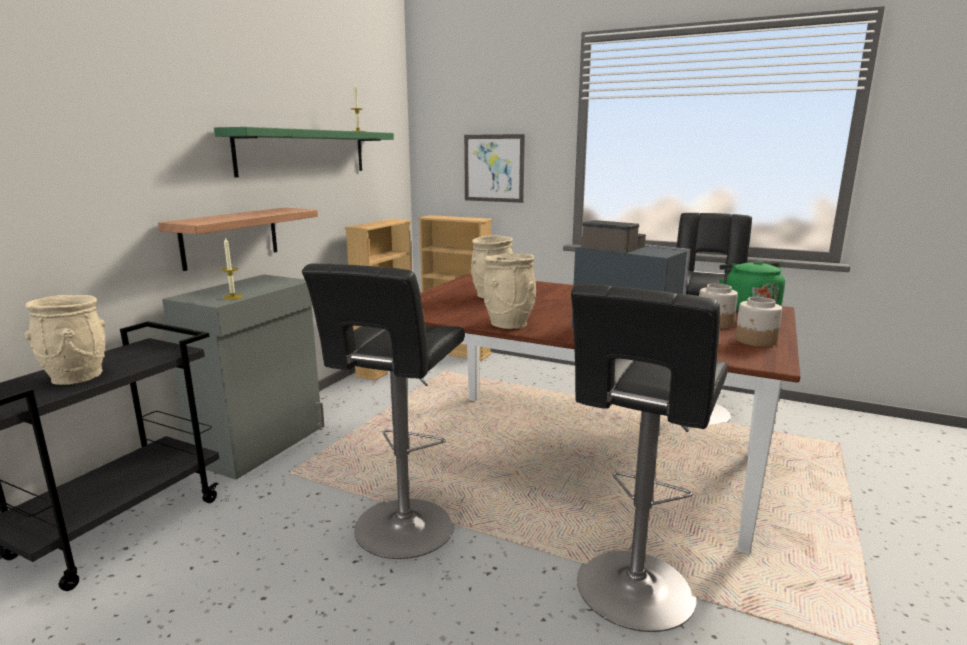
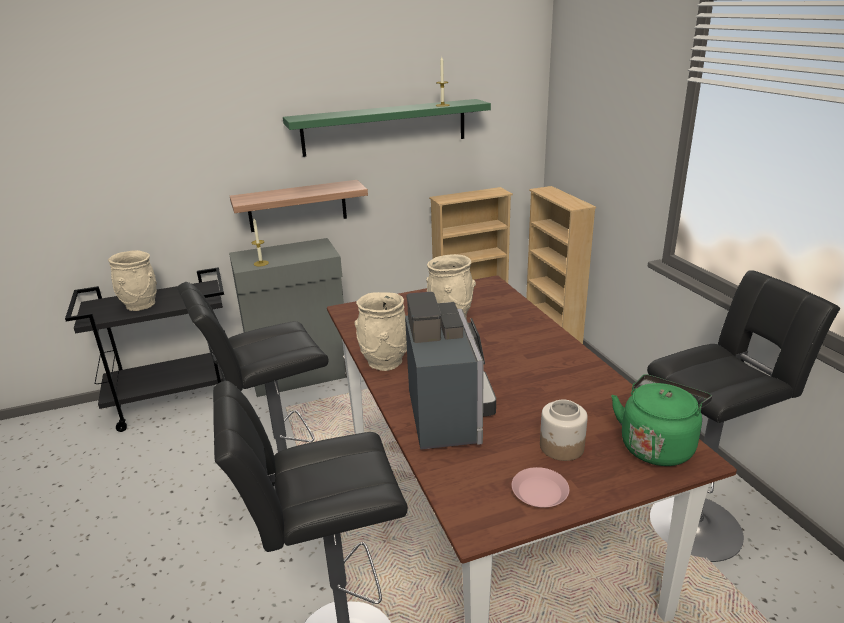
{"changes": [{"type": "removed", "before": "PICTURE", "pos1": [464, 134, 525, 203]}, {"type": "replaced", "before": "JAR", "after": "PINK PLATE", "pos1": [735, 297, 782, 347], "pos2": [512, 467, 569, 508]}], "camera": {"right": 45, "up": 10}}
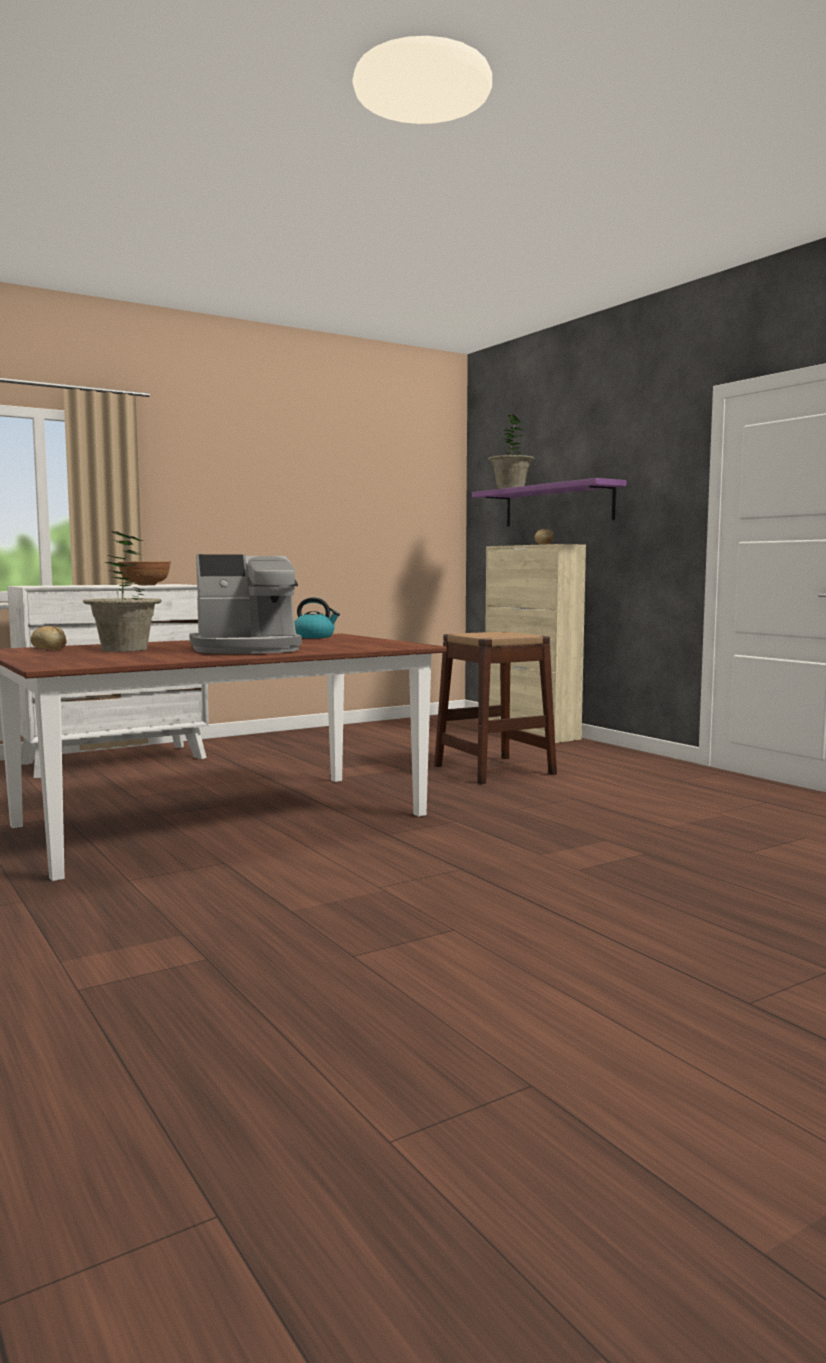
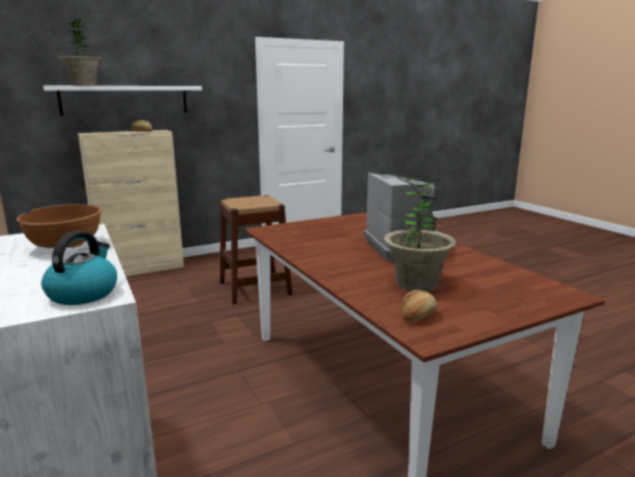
{"changes": [{"type": "recoloured", "before": "PURPLE SHELF", "after": "WHITE SHELF", "pos1": [472, 478, 626, 526], "pos2": [43, 86, 202, 116]}, {"type": "moved", "before": "KETTLE", "pos1": [294, 597, 340, 638], "pos2": [41, 231, 117, 305]}], "camera": {"right": -85, "up": 10}}
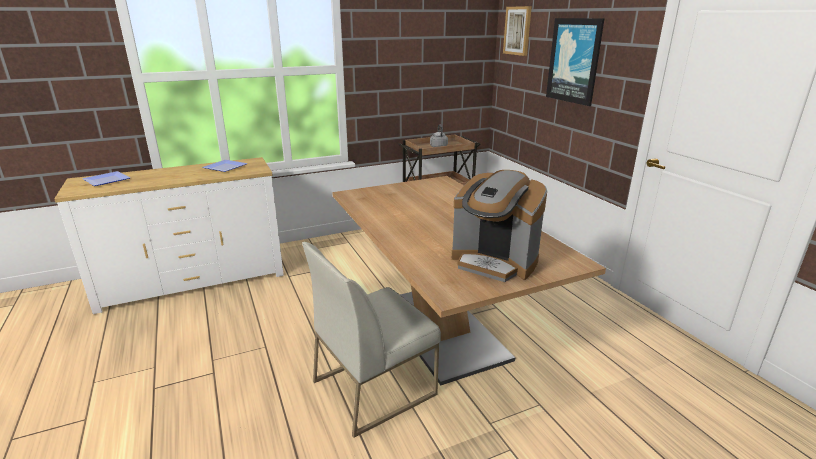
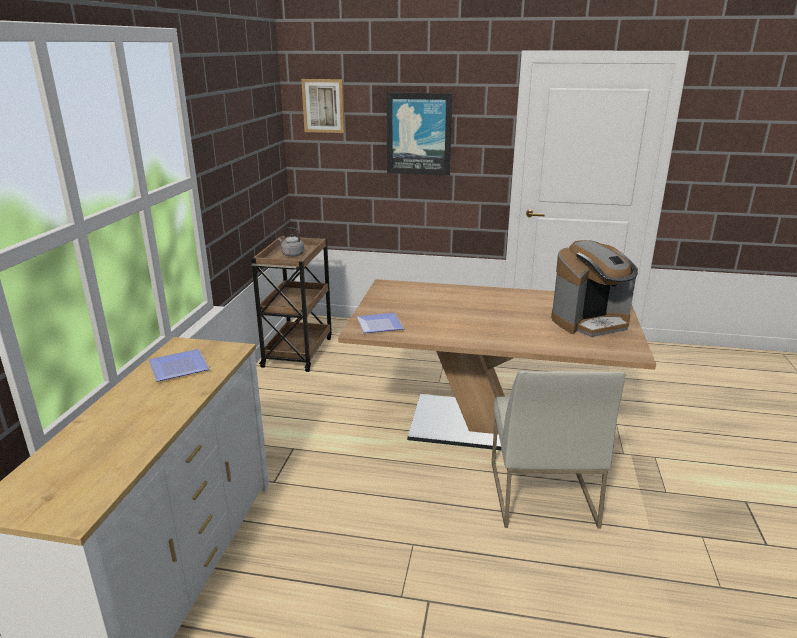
{"changes": [{"type": "moved", "before": "PLATE", "pos1": [83, 171, 130, 186], "pos2": [356, 313, 404, 333]}], "camera": {"right": -55, "up": 0}}
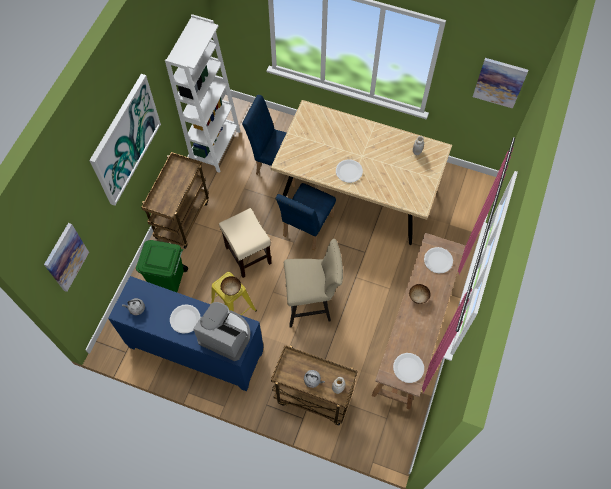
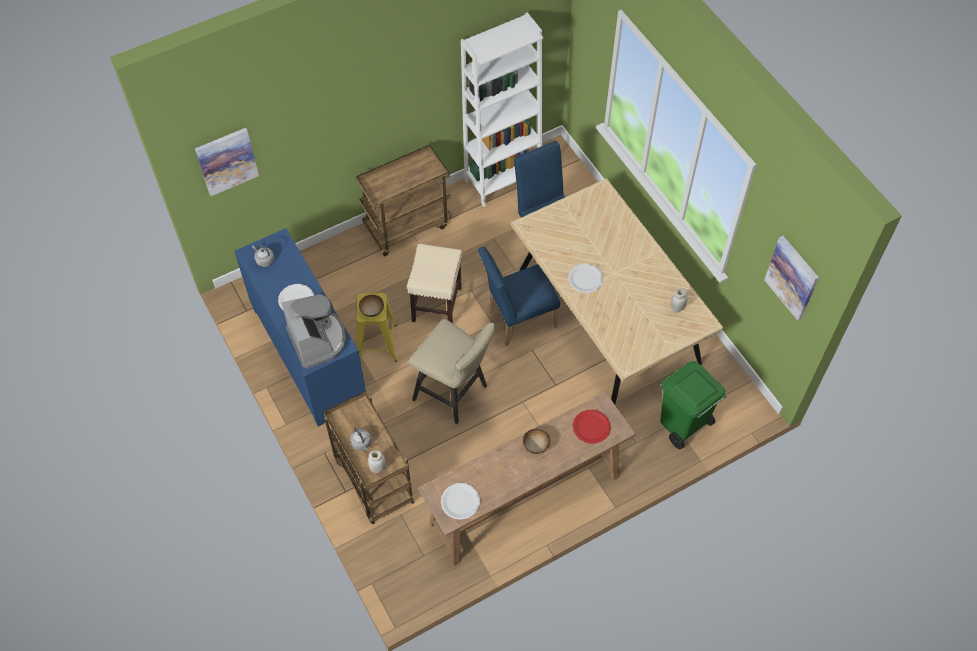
{"changes": [{"type": "removed", "before": "PICTURE", "pos1": [89, 74, 161, 206]}, {"type": "moved", "before": "GREEN TRASH CAN", "pos1": [136, 240, 188, 292], "pos2": [660, 361, 726, 449]}, {"type": "recoloured", "before": "WHITE PLATE", "after": "RED PLATE", "pos1": [424, 247, 453, 273], "pos2": [573, 410, 611, 444]}], "camera": {"right": 40, "up": -5}}
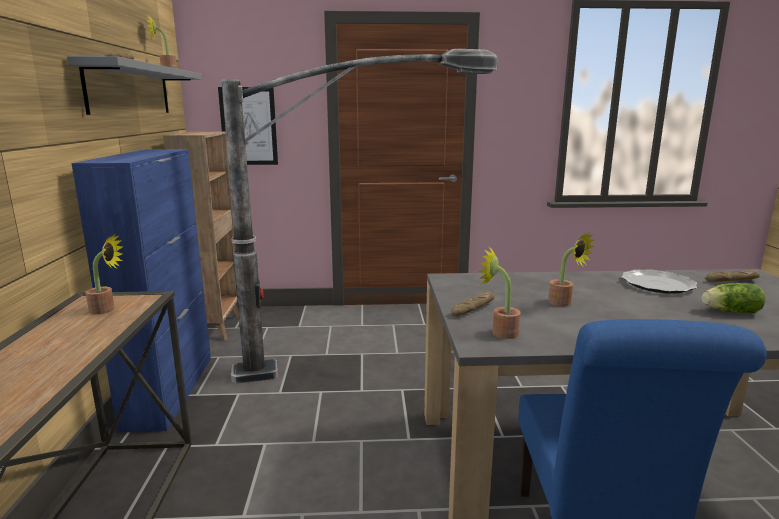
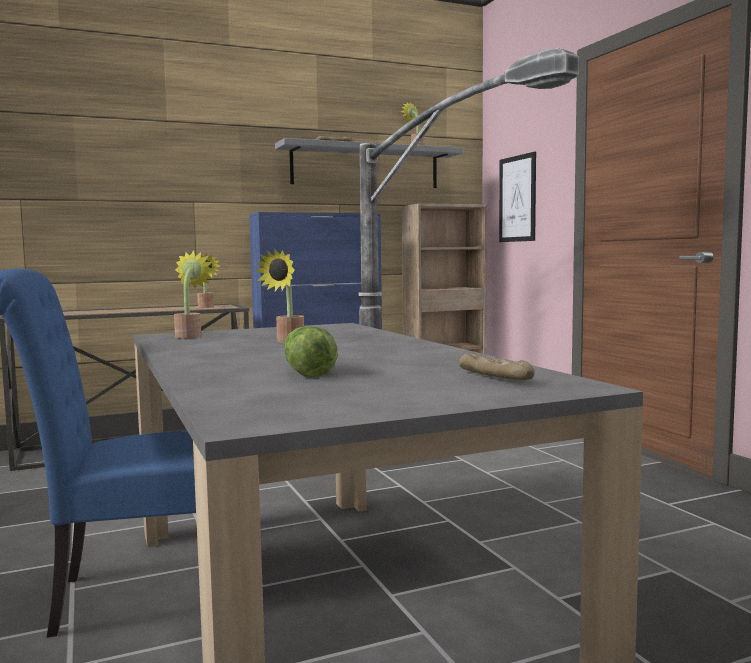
{"changes": [{"type": "removed", "before": "PLATE", "pos1": [622, 269, 697, 294]}, {"type": "removed", "before": "BREAD", "pos1": [451, 291, 495, 317]}], "camera": {"right": 70, "up": -10}}
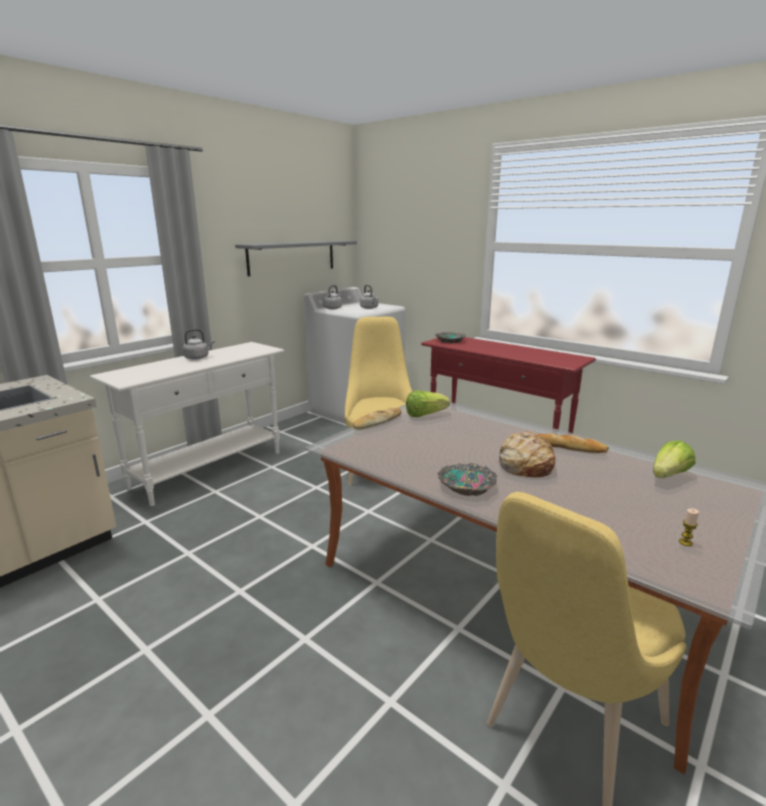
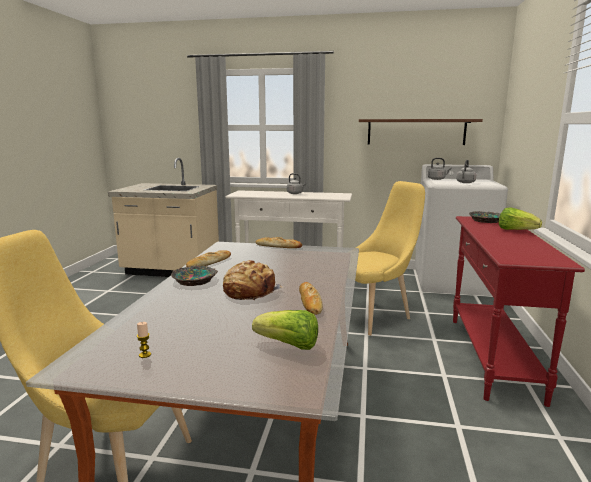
{"changes": [{"type": "recoloured", "before": "GREY SHELF", "after": "BROWN SHELF", "pos1": [235, 240, 357, 276], "pos2": [359, 119, 483, 145]}, {"type": "moved", "before": "LETTUCE", "pos1": [406, 391, 450, 417], "pos2": [498, 207, 542, 230]}, {"type": "added", "after": "BREAD", "pos2": [186, 250, 231, 267]}], "camera": {"right": 60, "up": -5}}
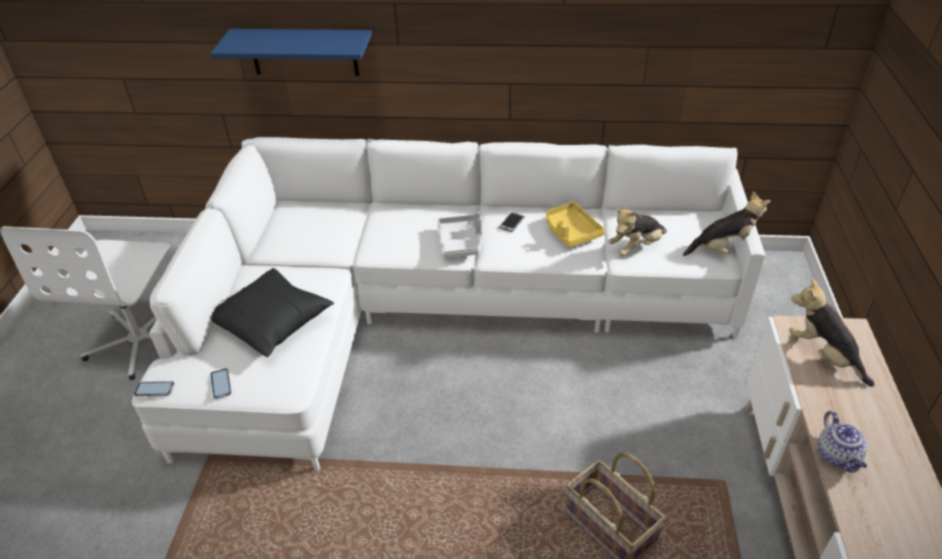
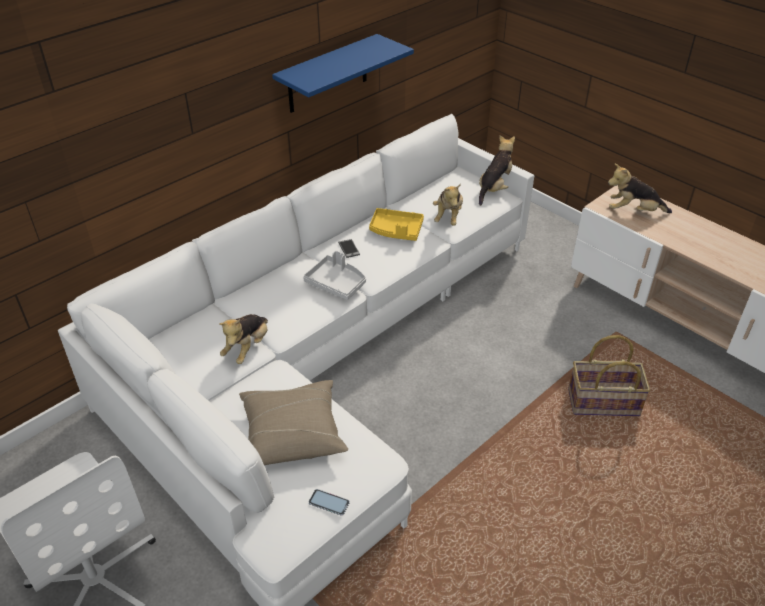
{"changes": [{"type": "moved", "before": "BLUE SHELF", "pos1": [211, 29, 372, 76], "pos2": [272, 34, 414, 113]}, {"type": "recoloured", "before": "BLACK PILLOW", "after": "BEIGE PILLOW", "pos1": [211, 268, 334, 357], "pos2": [239, 380, 348, 465]}, {"type": "removed", "before": "PHONE", "pos1": [134, 381, 174, 397]}, {"type": "removed", "before": "TEAPOT", "pos1": [818, 411, 868, 473]}, {"type": "added", "after": "PLUSH TOY", "pos2": [219, 314, 268, 364]}], "camera": {"right": -50, "up": 0}}
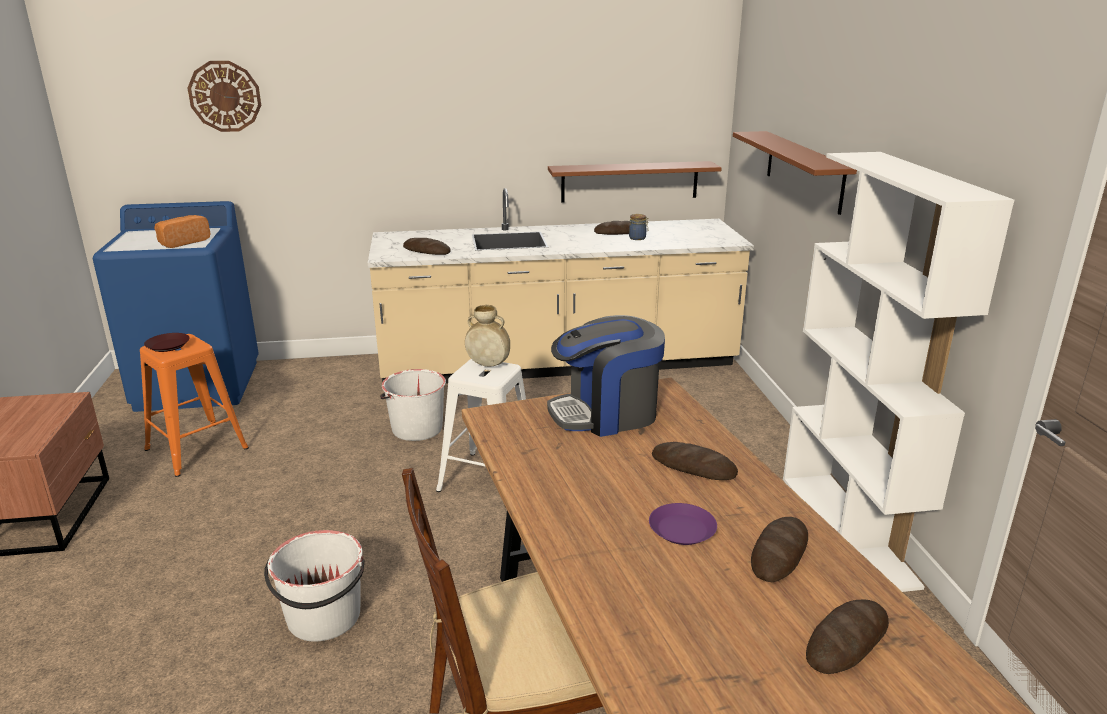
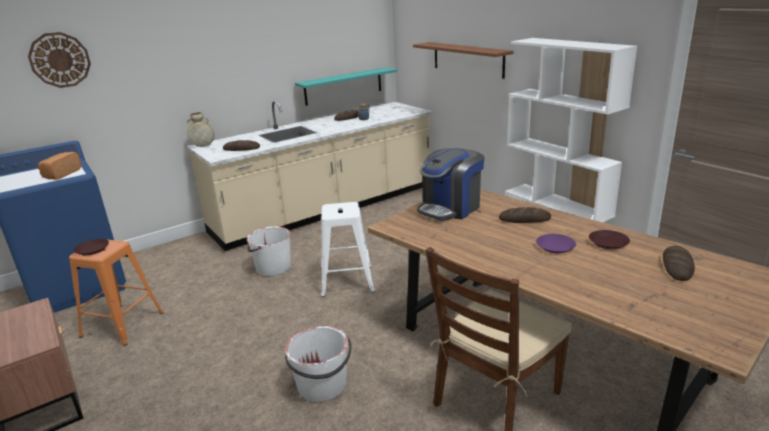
{"changes": [{"type": "recoloured", "before": "BROWN SHELF", "after": "TURQUOISE SHELF", "pos1": [548, 161, 722, 203], "pos2": [295, 67, 398, 106]}, {"type": "moved", "before": "BEIGE VASE", "pos1": [465, 304, 510, 367], "pos2": [187, 112, 214, 147]}, {"type": "replaced", "before": "BREAD", "after": "BROWN PLATE", "pos1": [751, 517, 808, 582], "pos2": [589, 230, 630, 249]}], "camera": {"right": -25, "up": 0}}
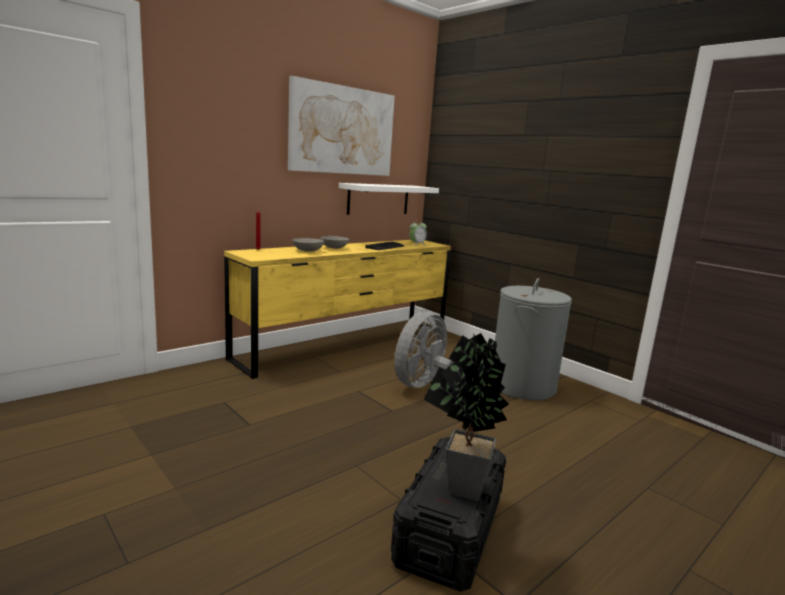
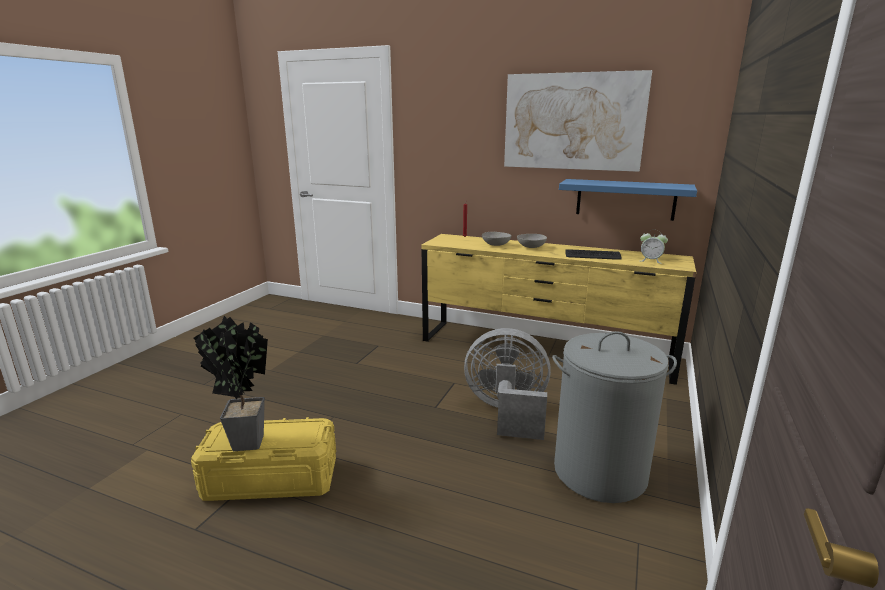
{"changes": [{"type": "recoloured", "before": "WHITE SHELF", "after": "BLUE SHELF", "pos1": [339, 183, 439, 215], "pos2": [559, 179, 697, 221]}, {"type": "recoloured", "before": "BLACK STORAGE BOX", "after": "YELLOW STORAGE BOX", "pos1": [391, 437, 506, 592], "pos2": [191, 417, 336, 501]}], "camera": {"right": 65, "up": 5}}
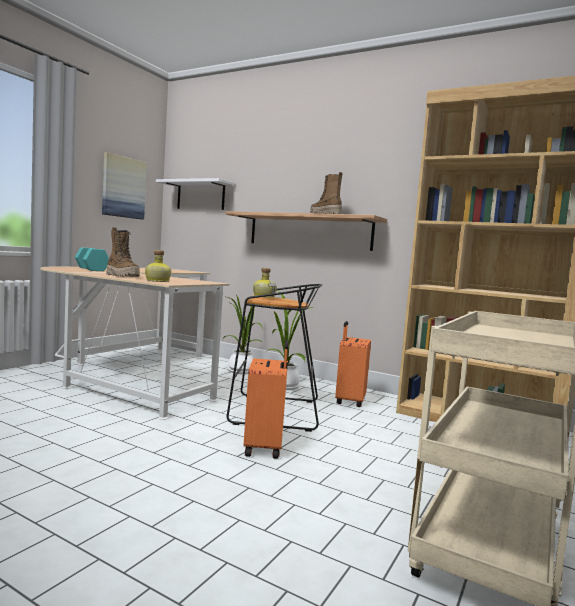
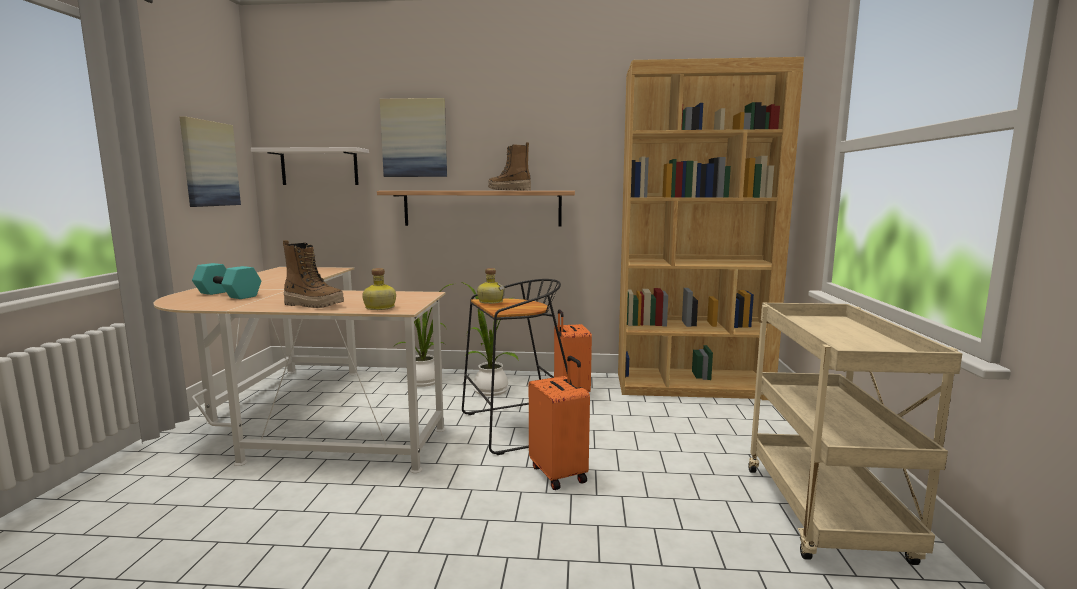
{"changes": [{"type": "added", "after": "PICTURE", "pos2": [380, 98, 447, 177]}], "camera": {"right": -25, "up": 5}}
